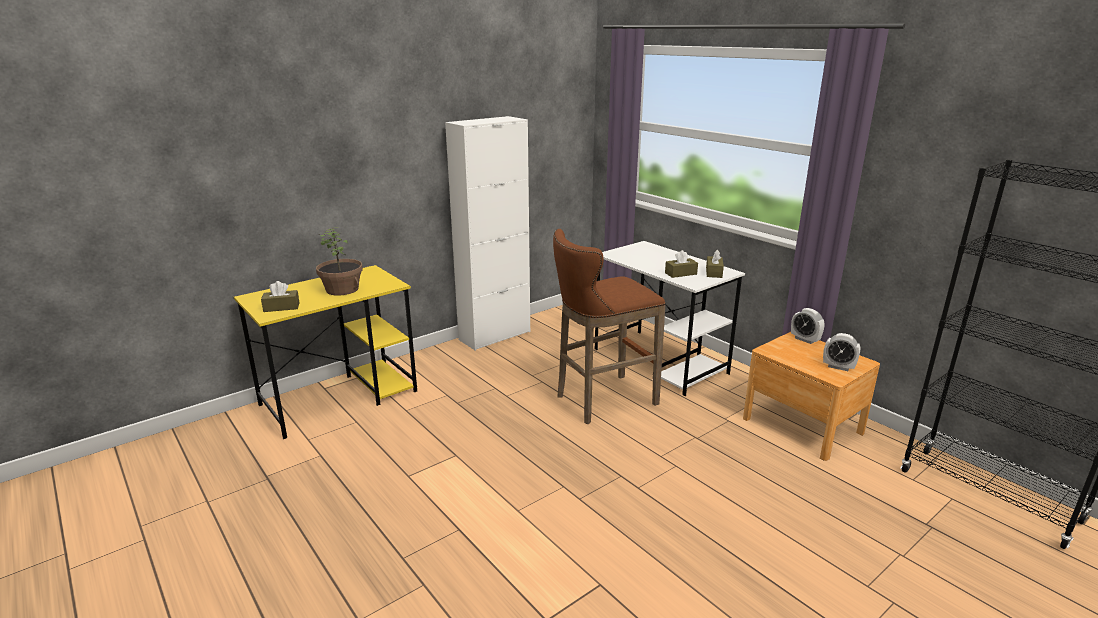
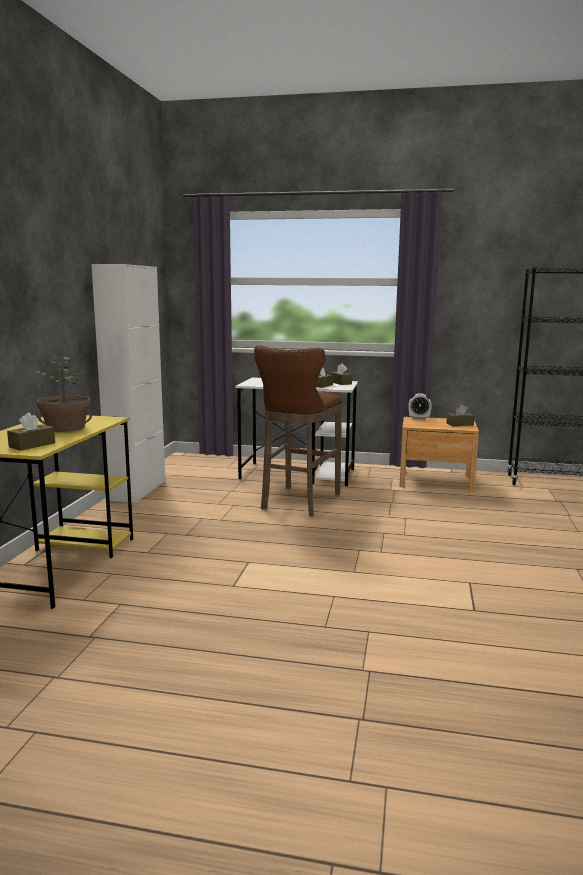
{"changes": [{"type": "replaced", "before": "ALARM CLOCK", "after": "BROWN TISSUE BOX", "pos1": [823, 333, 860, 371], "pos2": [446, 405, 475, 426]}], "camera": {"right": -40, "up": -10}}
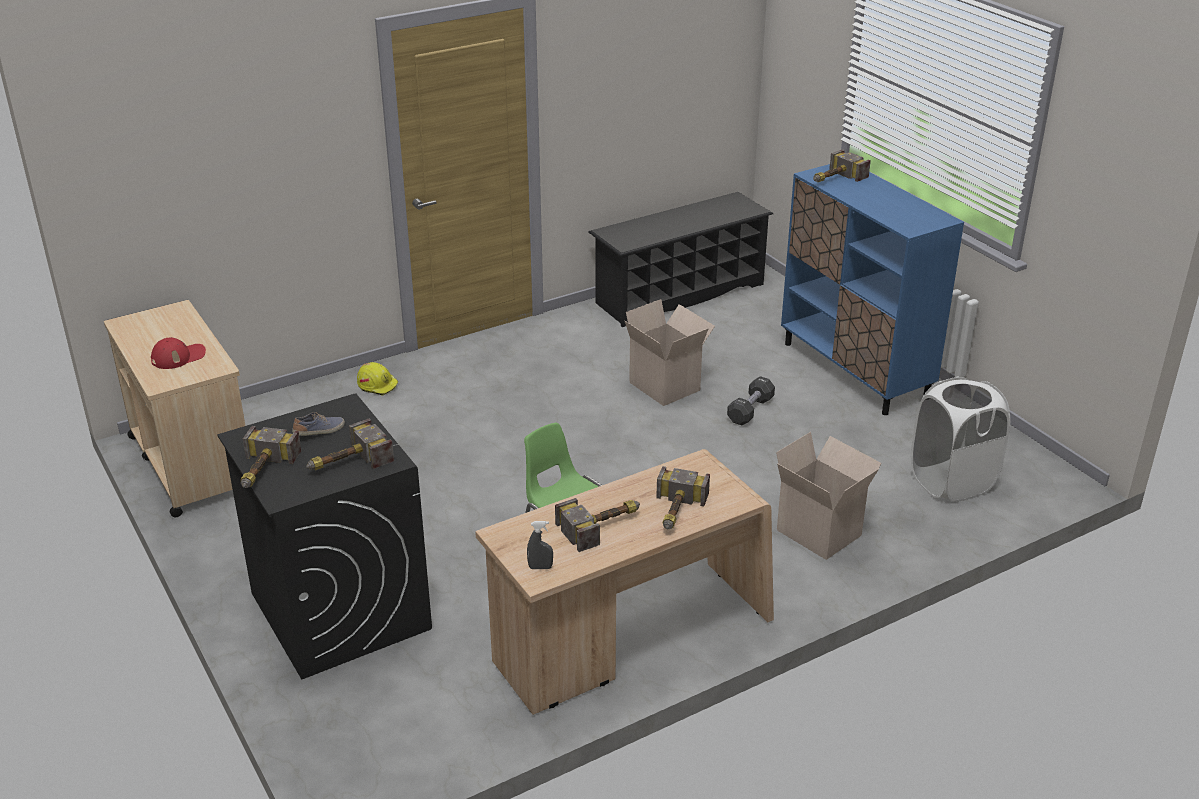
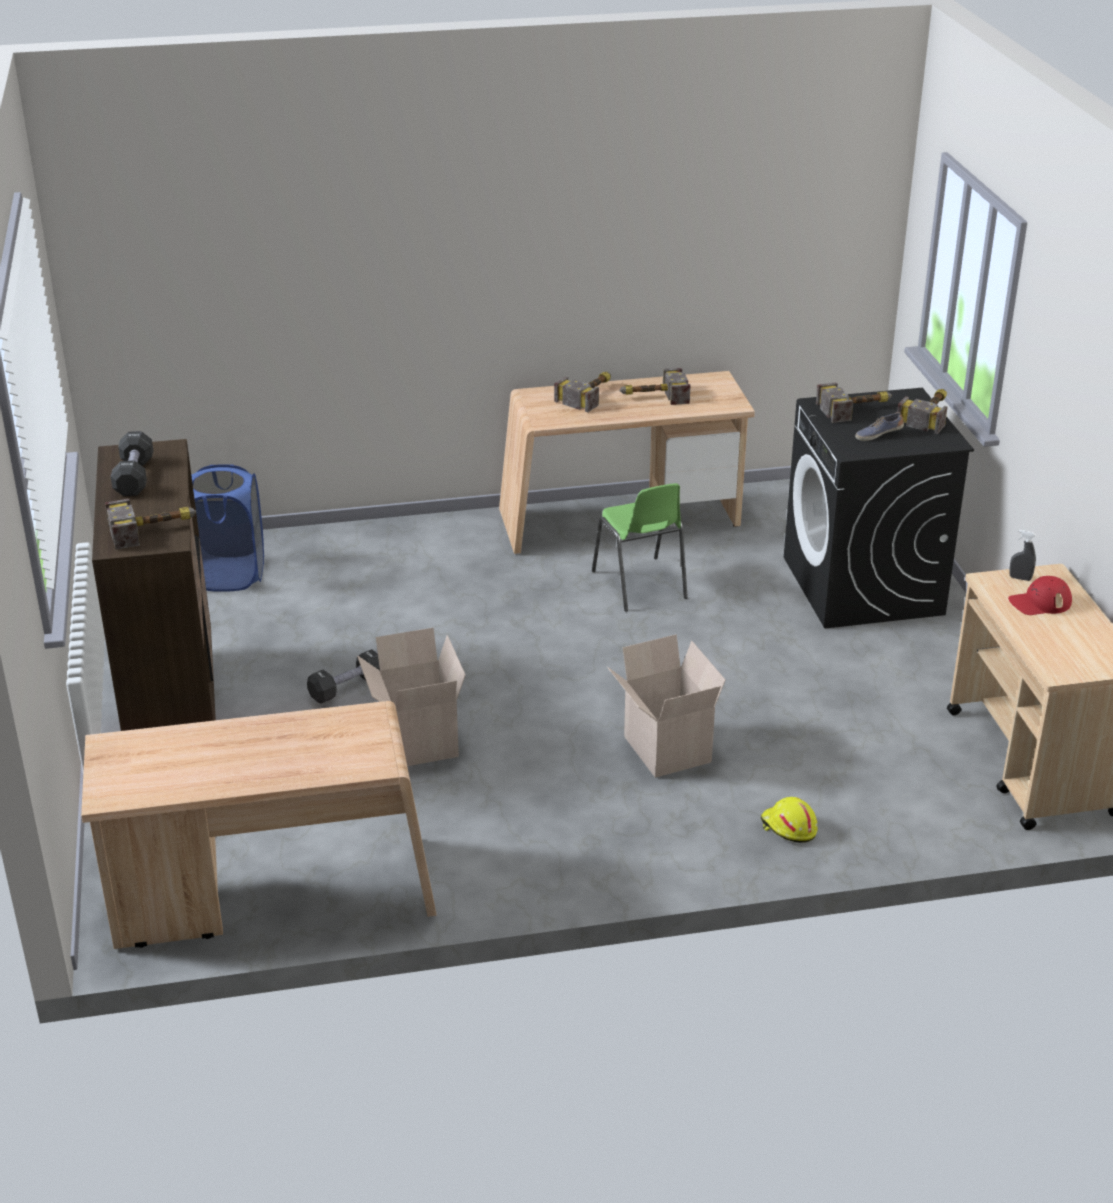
{"changes": [{"type": "recoloured", "before": "BLUE CABINET", "after": "BROWN CABINET", "pos1": [781, 164, 964, 415], "pos2": [92, 439, 216, 731]}, {"type": "replaced", "before": "BLACK SHOE RACK", "after": "BEIGE DESK", "pos1": [588, 192, 773, 327], "pos2": [81, 701, 437, 949]}, {"type": "recoloured", "before": "WHITE LAUNDRY BASKET", "after": "BLUE LAUNDRY BASKET", "pos1": [911, 377, 1010, 502], "pos2": [191, 464, 264, 592]}, {"type": "moved", "before": "CARDBOARD BOX", "pos1": [776, 432, 882, 560], "pos2": [607, 634, 725, 778]}, {"type": "moved", "before": "GREY SPRAY BOTTLE", "pos1": [527, 521, 553, 569], "pos2": [1009, 530, 1036, 581]}, {"type": "added", "after": "BLACK DUMBBELL", "pos2": [111, 431, 154, 496]}], "camera": {"right": -160, "up": 0}}
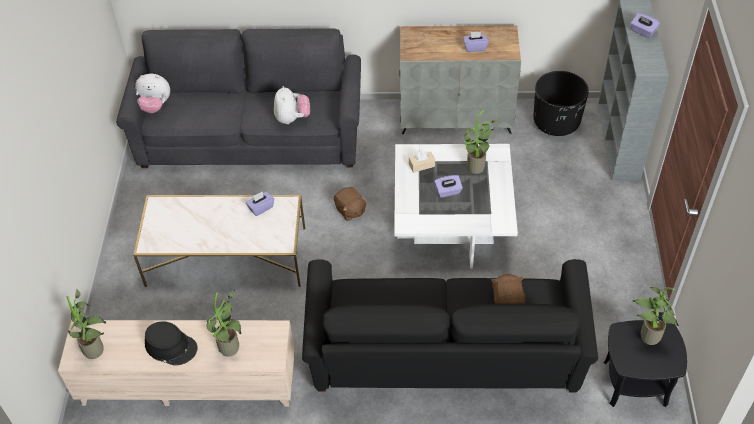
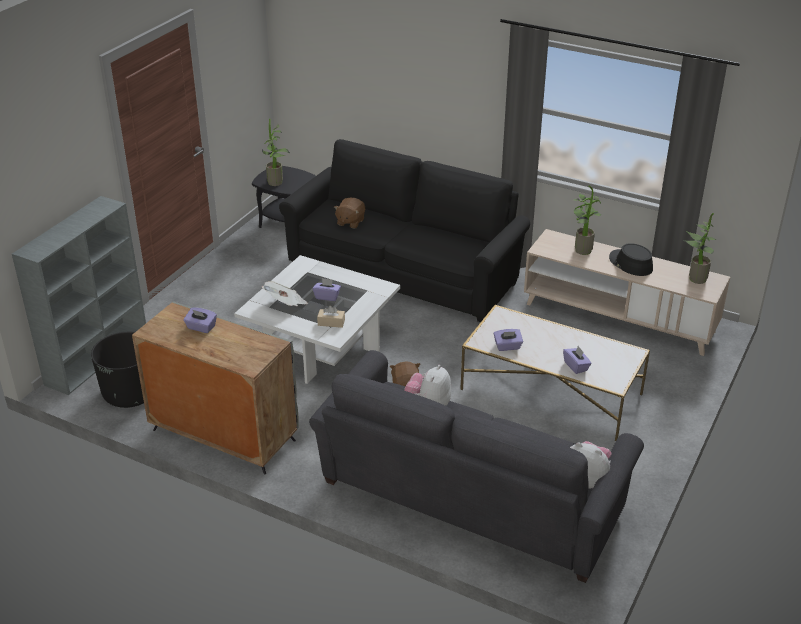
{"changes": [{"type": "moved", "before": "PURPLE TISSUE BOX", "pos1": [630, 13, 660, 38], "pos2": [563, 346, 591, 374]}, {"type": "replaced", "before": "POTTED PLANT", "after": "NEWSPAPER", "pos1": [464, 110, 500, 174], "pos2": [262, 281, 308, 306]}], "camera": {"right": -155, "up": -15}}
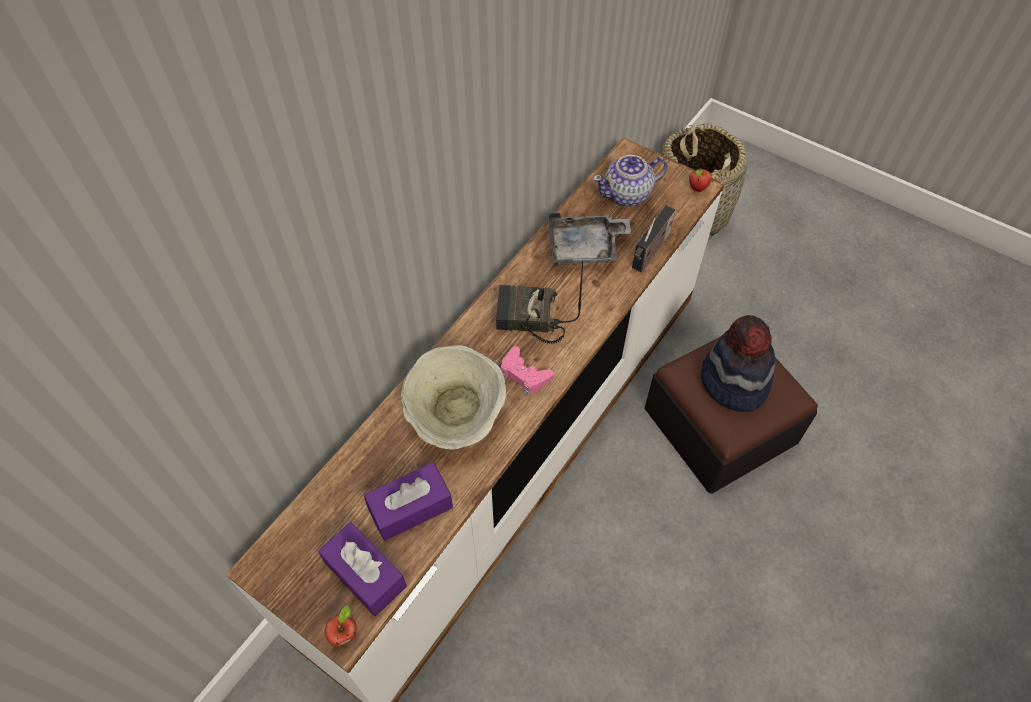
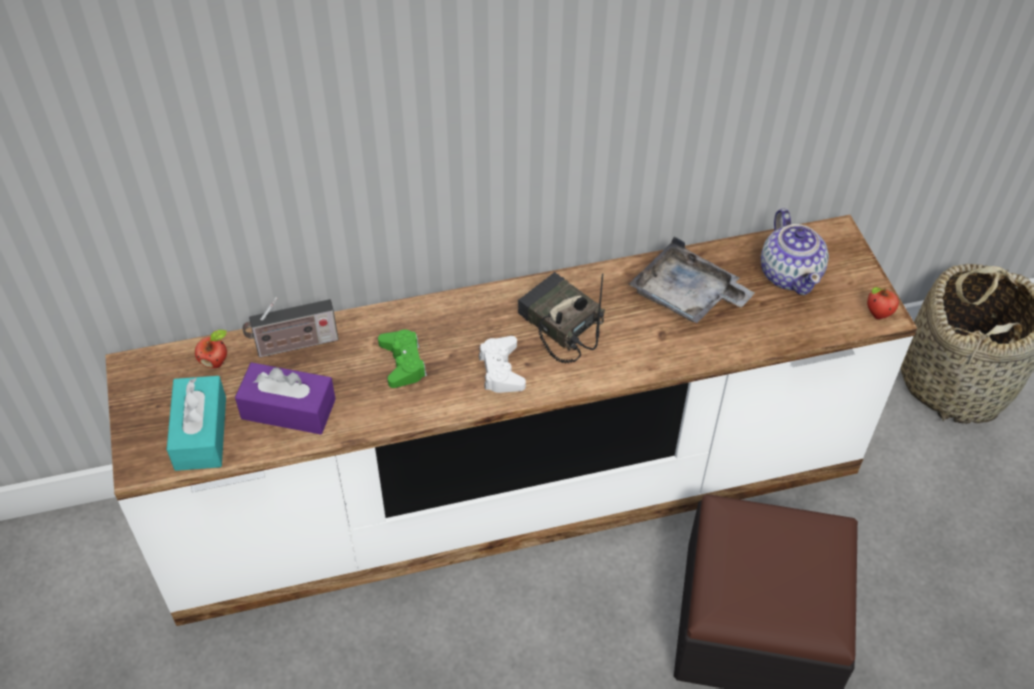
{"changes": [{"type": "turned", "before": "TEAPOT", "pos1": [593, 155, 668, 207], "pos2": [761, 209, 829, 295], "turn": -120}, {"type": "moved", "before": "RADIO", "pos1": [632, 205, 675, 273], "pos2": [242, 297, 339, 357]}, {"type": "removed", "before": "HAT", "pos1": [701, 315, 775, 412]}, {"type": "replaced", "before": "BEIGE BOWL", "after": "GREEN GAME CONTROLLER", "pos1": [401, 345, 506, 450], "pos2": [378, 329, 427, 388]}, {"type": "recoloured", "before": "PINK GAME CONTROLLER", "after": "WHITE GAME CONTROLLER", "pos1": [501, 346, 553, 396], "pos2": [479, 336, 526, 393]}, {"type": "recoloured", "before": "PURPLE TISSUE BOX", "after": "TURQUOISE TISSUE BOX", "pos1": [318, 522, 407, 616], "pos2": [167, 376, 226, 471]}, {"type": "moved", "before": "APPLE", "pos1": [325, 605, 357, 646], "pos2": [195, 330, 227, 368]}], "camera": {"right": 40, "up": -5}}
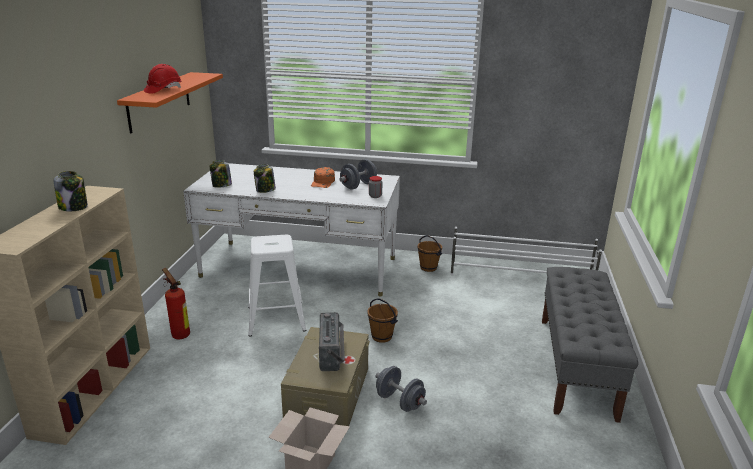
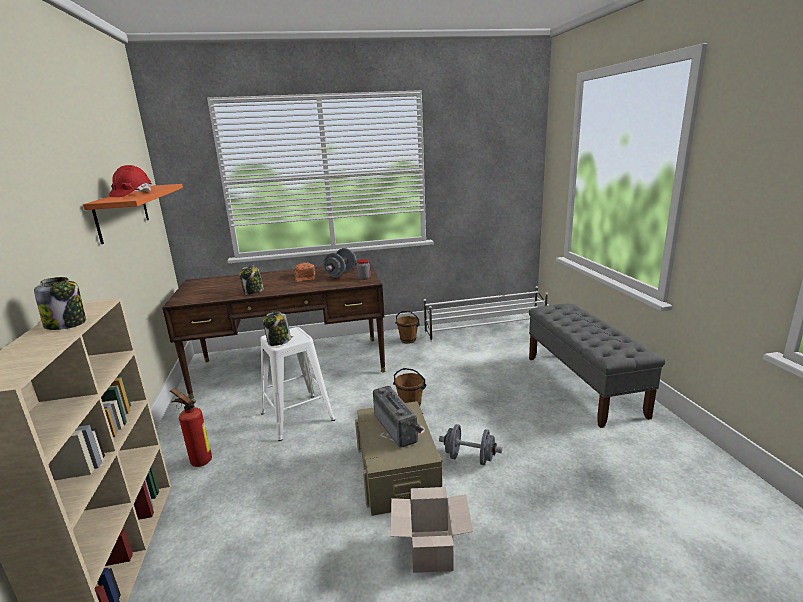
{"changes": [{"type": "moved", "before": "JAR", "pos1": [210, 160, 232, 188], "pos2": [263, 311, 291, 346]}, {"type": "recoloured", "before": "WHITE DESK", "after": "BROWN DESK", "pos1": [183, 163, 400, 296], "pos2": [163, 262, 385, 399]}], "camera": {"right": -20, "up": -5}}
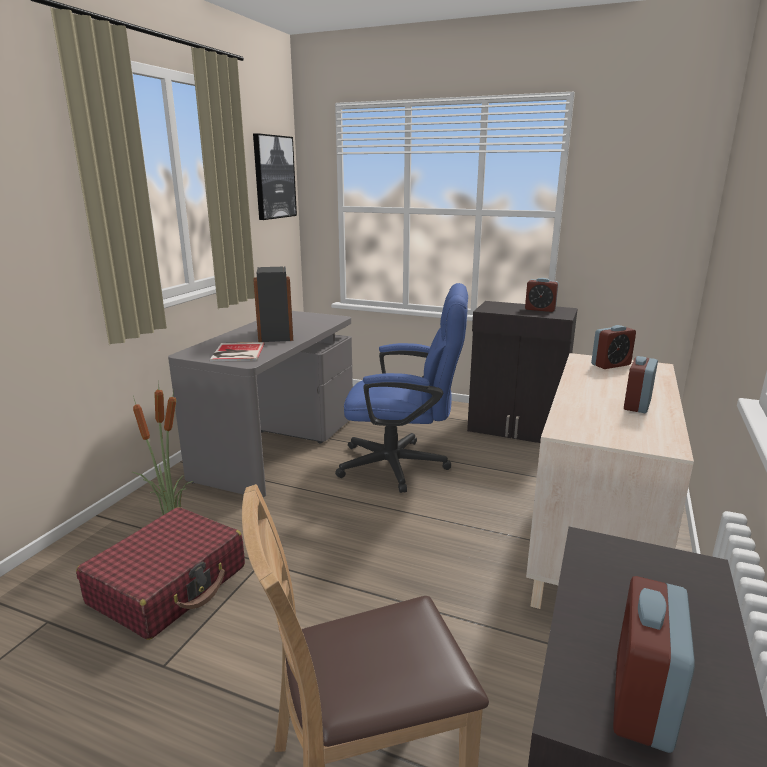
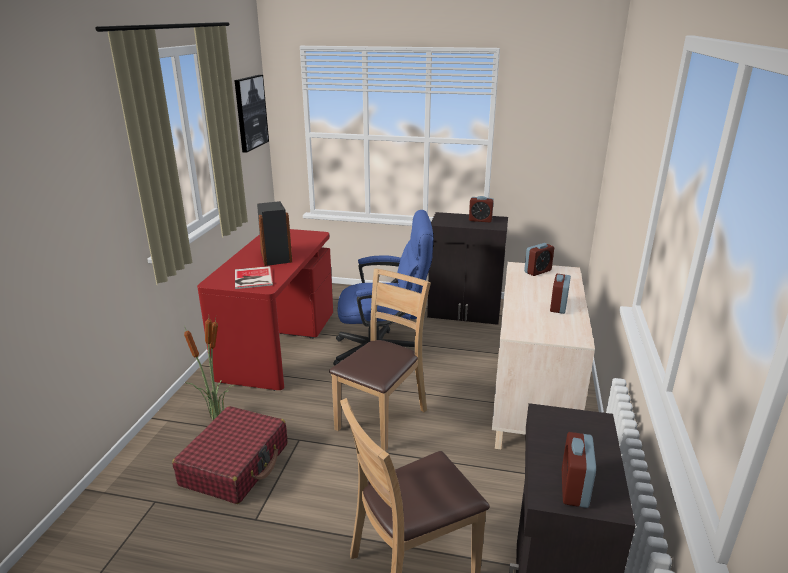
{"changes": [{"type": "recoloured", "before": "GREY DESK", "after": "RED DESK", "pos1": [168, 311, 353, 497], "pos2": [197, 229, 333, 391]}, {"type": "added", "after": "BROWN CHAIR", "pos2": [329, 268, 431, 451]}], "camera": {"right": -10, "up": 5}}
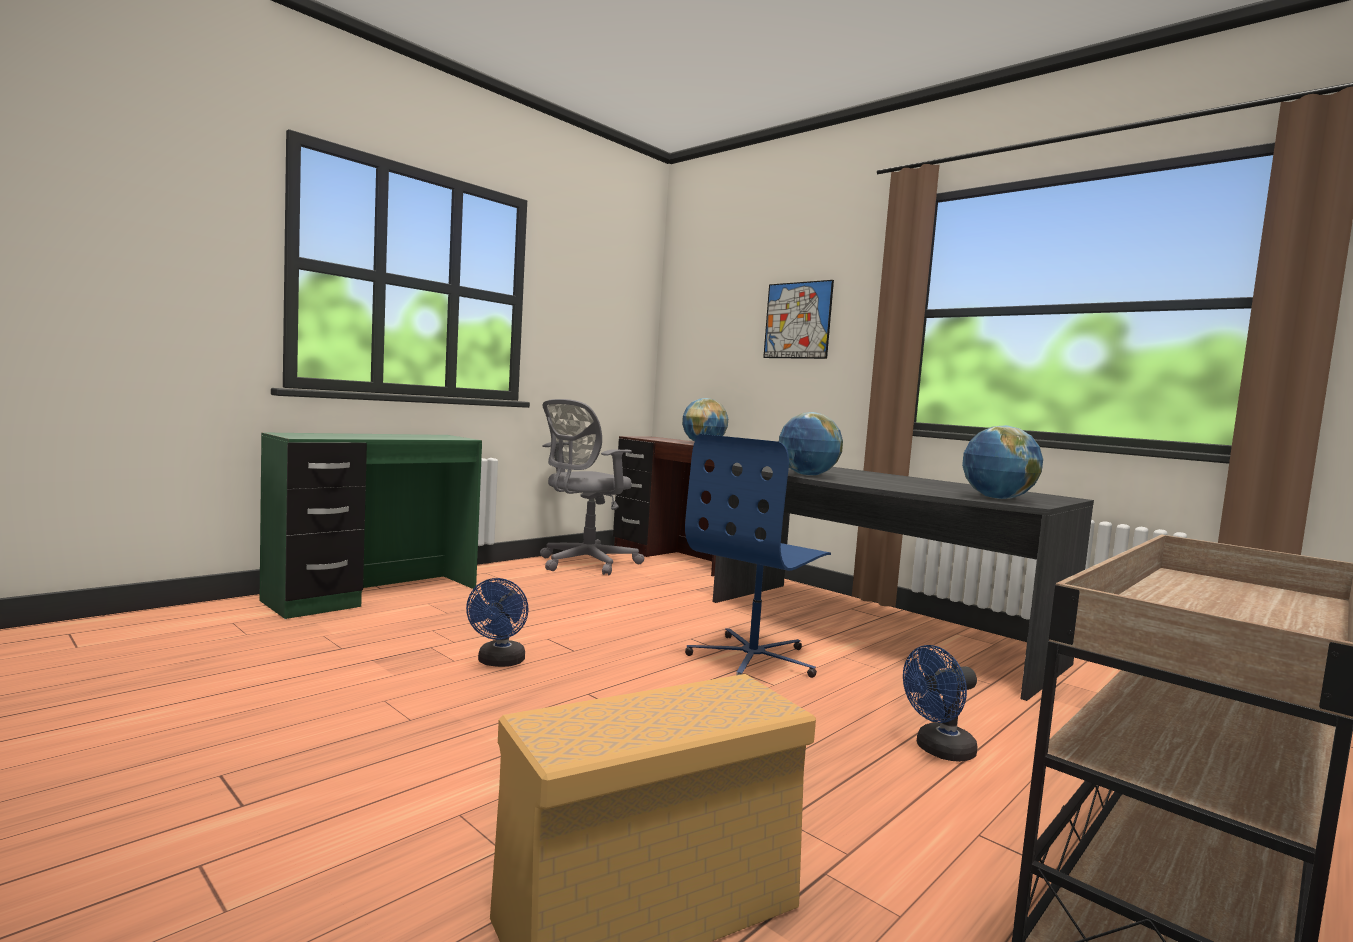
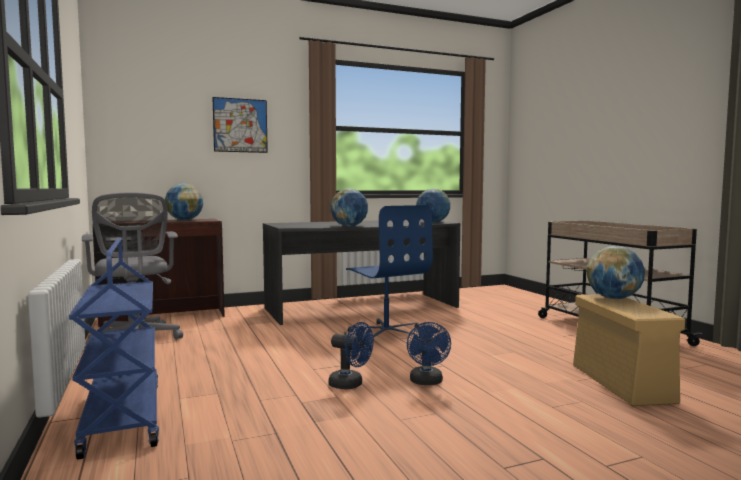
{"changes": [{"type": "replaced", "before": "GREEN DESK", "after": "BLUE CART", "pos1": [260, 432, 482, 619], "pos2": [69, 238, 159, 460]}, {"type": "moved", "before": "BLUE FAN", "pos1": [903, 645, 977, 762], "pos2": [407, 322, 451, 385]}, {"type": "added", "after": "GLOBE", "pos2": [587, 246, 645, 299]}], "camera": {"right": -65, "up": 0}}
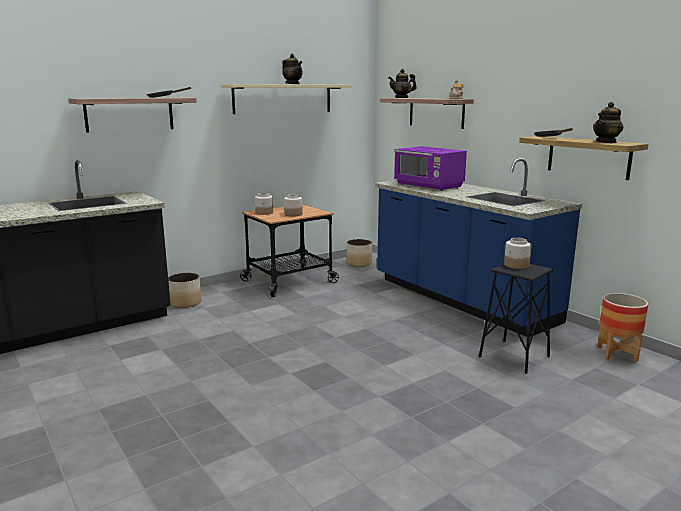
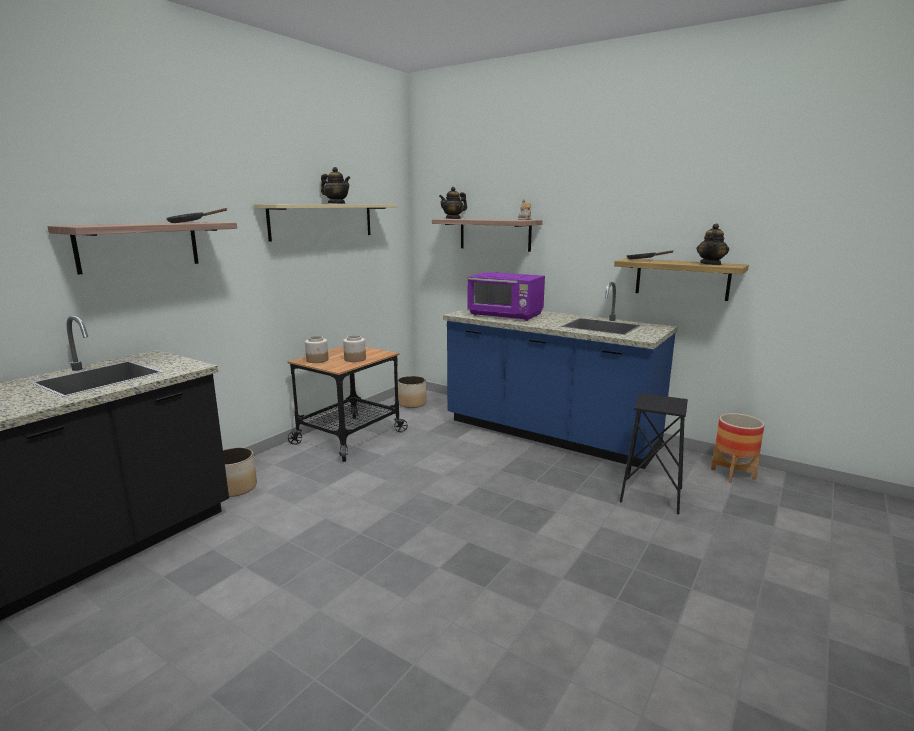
{"changes": [{"type": "removed", "before": "JAR", "pos1": [504, 238, 532, 269]}], "camera": {"right": -20, "up": 0}}
